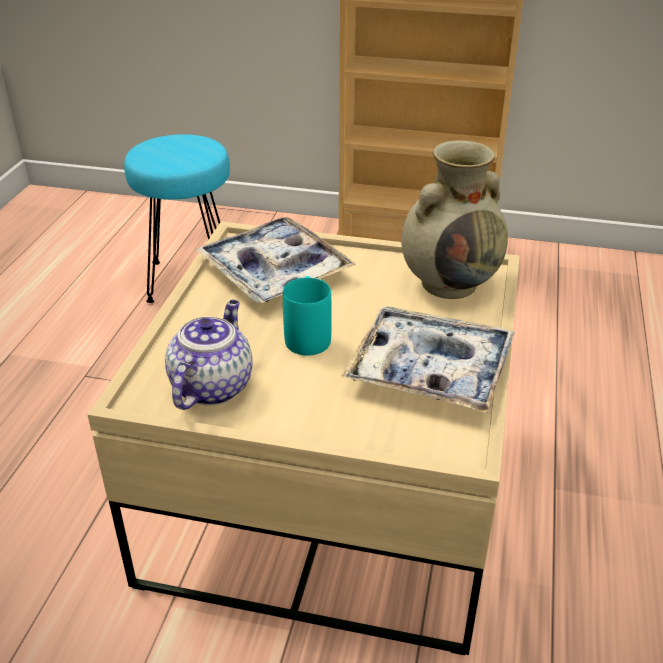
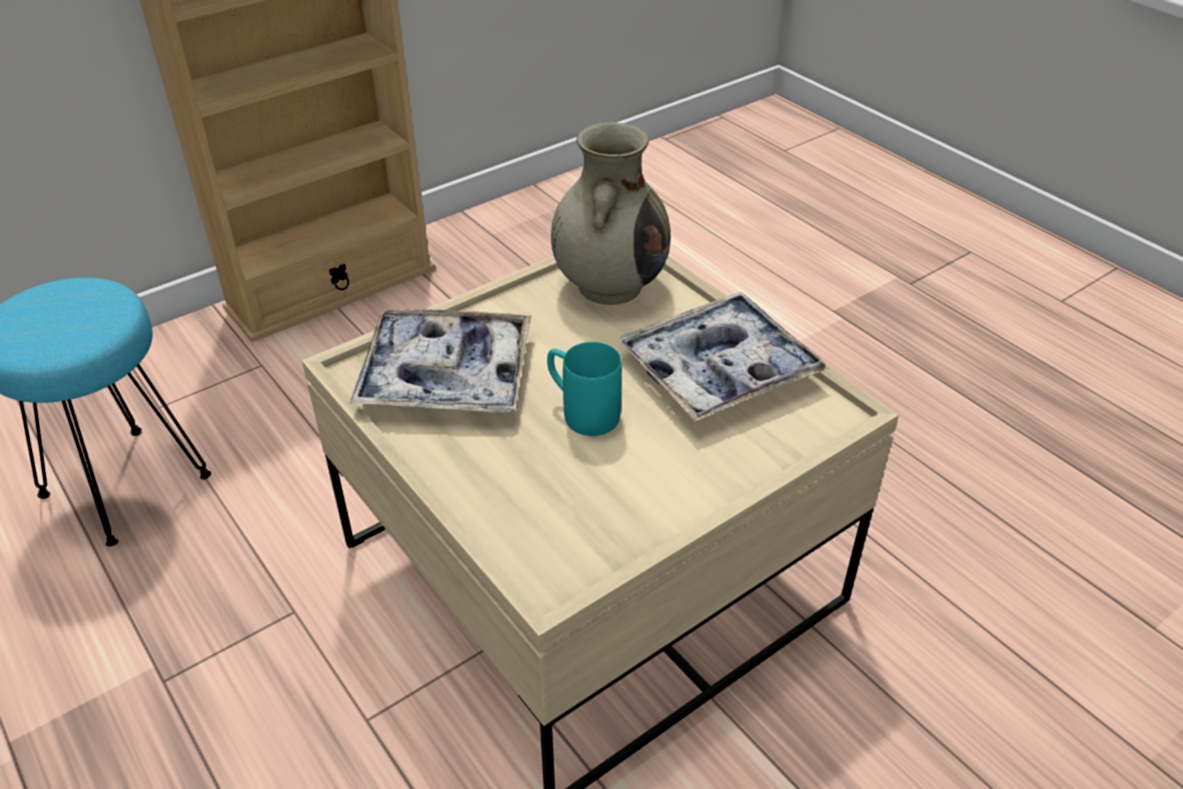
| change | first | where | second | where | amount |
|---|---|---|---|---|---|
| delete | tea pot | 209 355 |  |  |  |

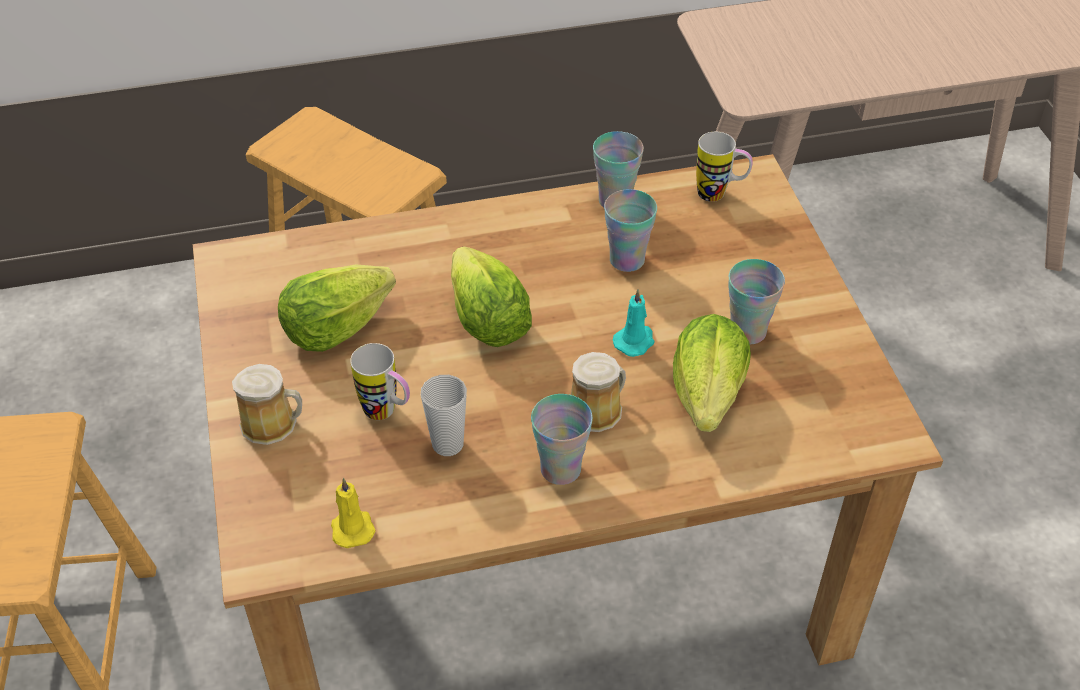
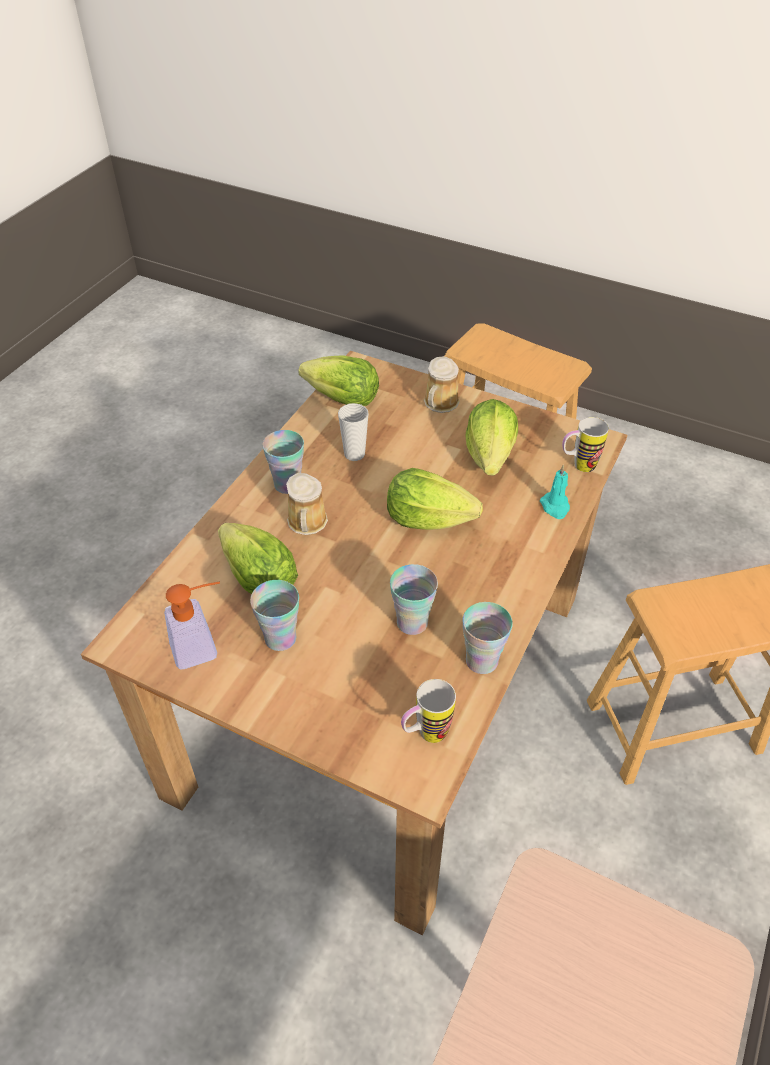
| change | first | where | second | where | amount |
|---|---|---|---|---|---|
| insert |  |  | liquid soap bottle | 192 625 |  |
| replace | wax light (yellow) | 353 513 | lettuce | 338 380 |  |
| move | wax light (blue-green) | 634 323 |  | 555 492 |  |
| move | mug | 380 381 |  | 585 444 |  |

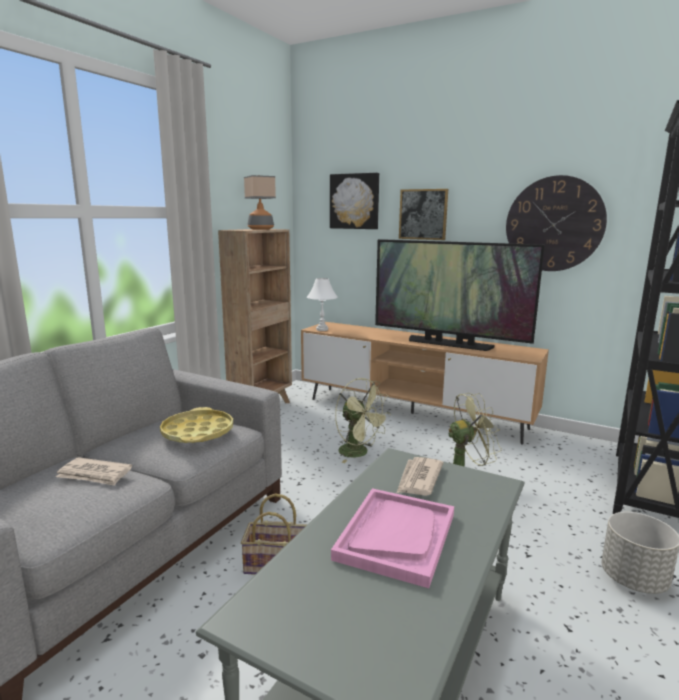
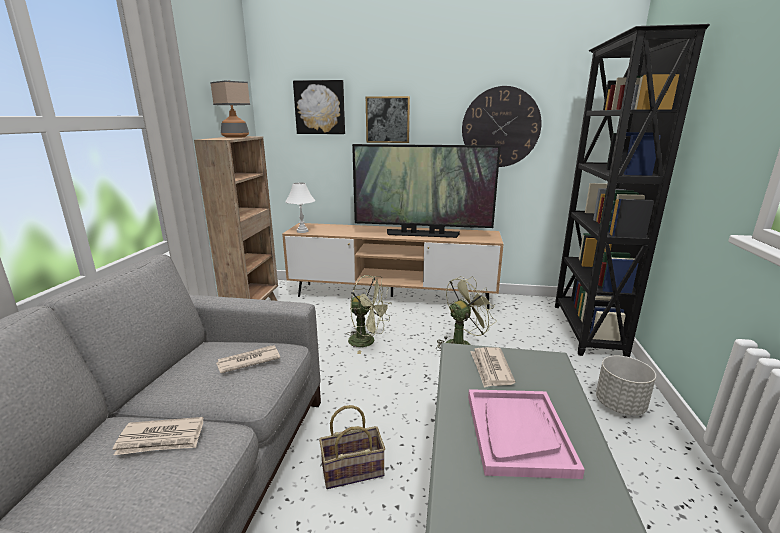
| change | first | where | second | where | amount |
|---|---|---|---|---|---|
| replace | tray (yellow) | 196 425 | daily paper | 248 359 |  |

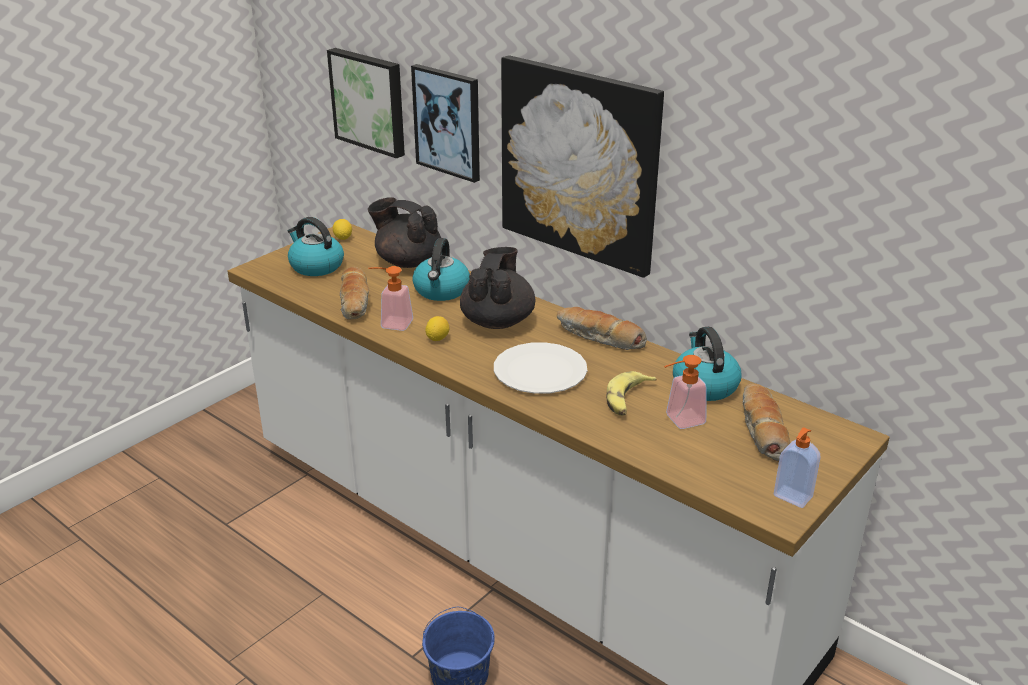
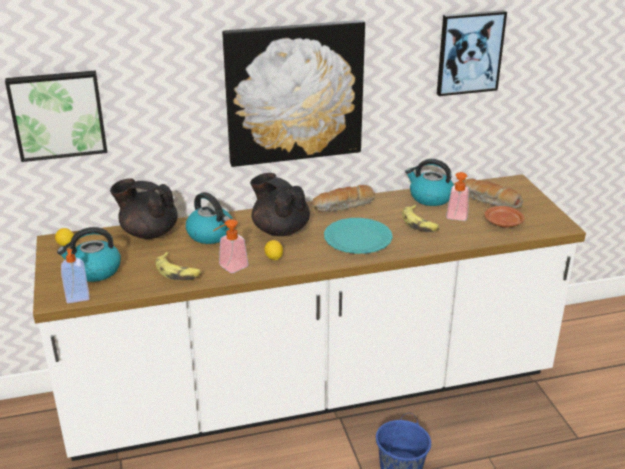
| change | first | where | second | where | amount |
|---|---|---|---|---|---|
| move | liquid soap bottle | 797 467 |  | 75 276 |  |
| rotate | tea pot (blackish) | 404 232 |  | 144 209 | 45 degrees clockwise |
| replace | bakery bread | 354 293 | banana | 178 266 |  |
| recolor | dinner plate (white-coloured) | 540 368 | dinner plate (blue-green) | 358 236 |  |
| move | picture | 445 123 |  | 472 53 |  |
| insert |  |  | dinner plate (brownish) | 504 217 |  |

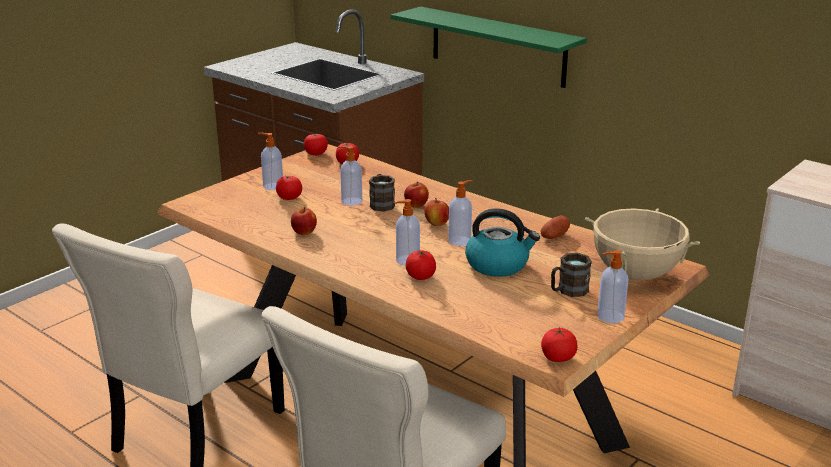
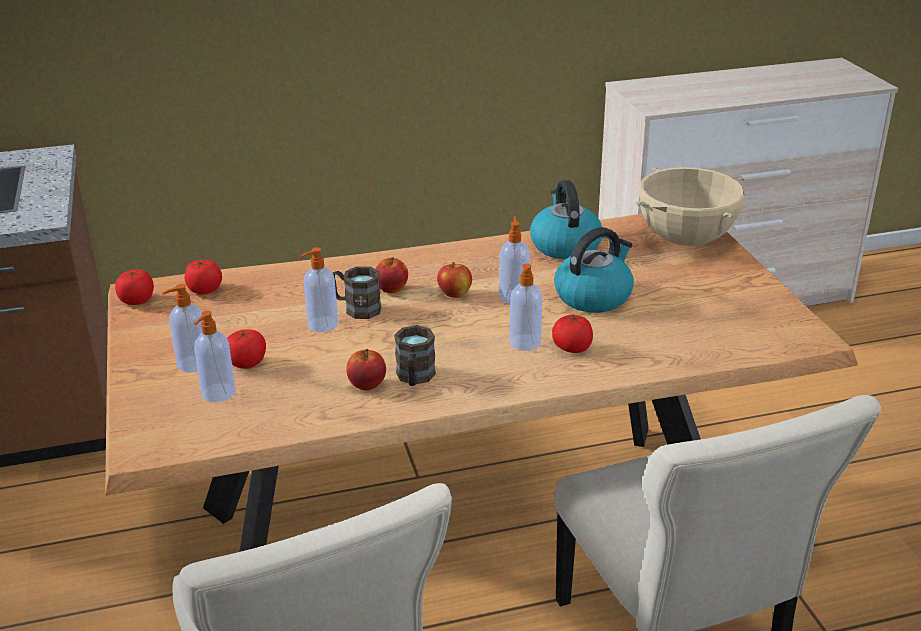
| change | first | where | second | where | amount |
|---|---|---|---|---|---|
| move | liquid soap bottle | 613 286 |  | 215 356 |  |
| move | mug (brownish) | 571 275 |  | 415 355 |  |
| replace | spud | 555 227 | kettle | 566 219 |  |
| delete | shelf (greenish) | 488 47 |  |  |  |
| delete | fresh tomato | 559 344 |  |  |  |

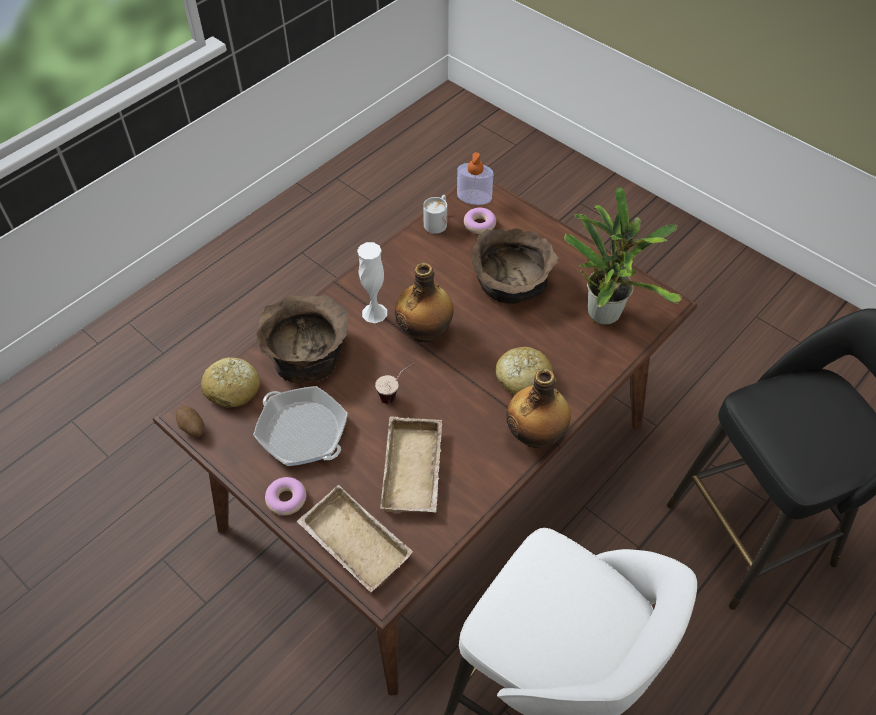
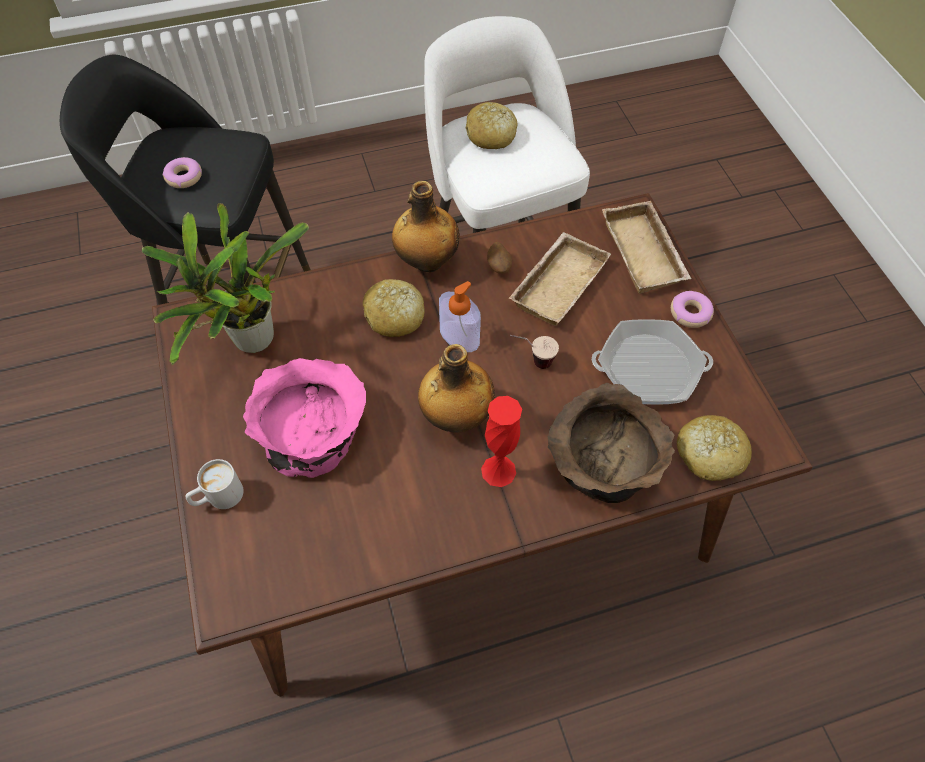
| change | first | where | second | where | amount |
|---|---|---|---|---|---|
| move | donut | 480 221 |  | 182 172 |  |
| move | mug (white-coloured) | 435 214 |  | 214 484 |  |
| recolor | serving bowl (brownish) | 515 266 | serving bowl (pink-coloured) | 304 418 |  |
| move | liquid soap bottle | 475 178 |  | 460 316 |  |
| insert |  |  | bakery bread | 491 125 |  |
| recolor | vase (white-coloured) | 372 282 | vase (reddish) | 501 441 |  |
| move | spud | 190 421 |  | 499 258 |  |
| rotate | pan | 300 426 |  | 652 362 | 75 degrees counterclockwise |

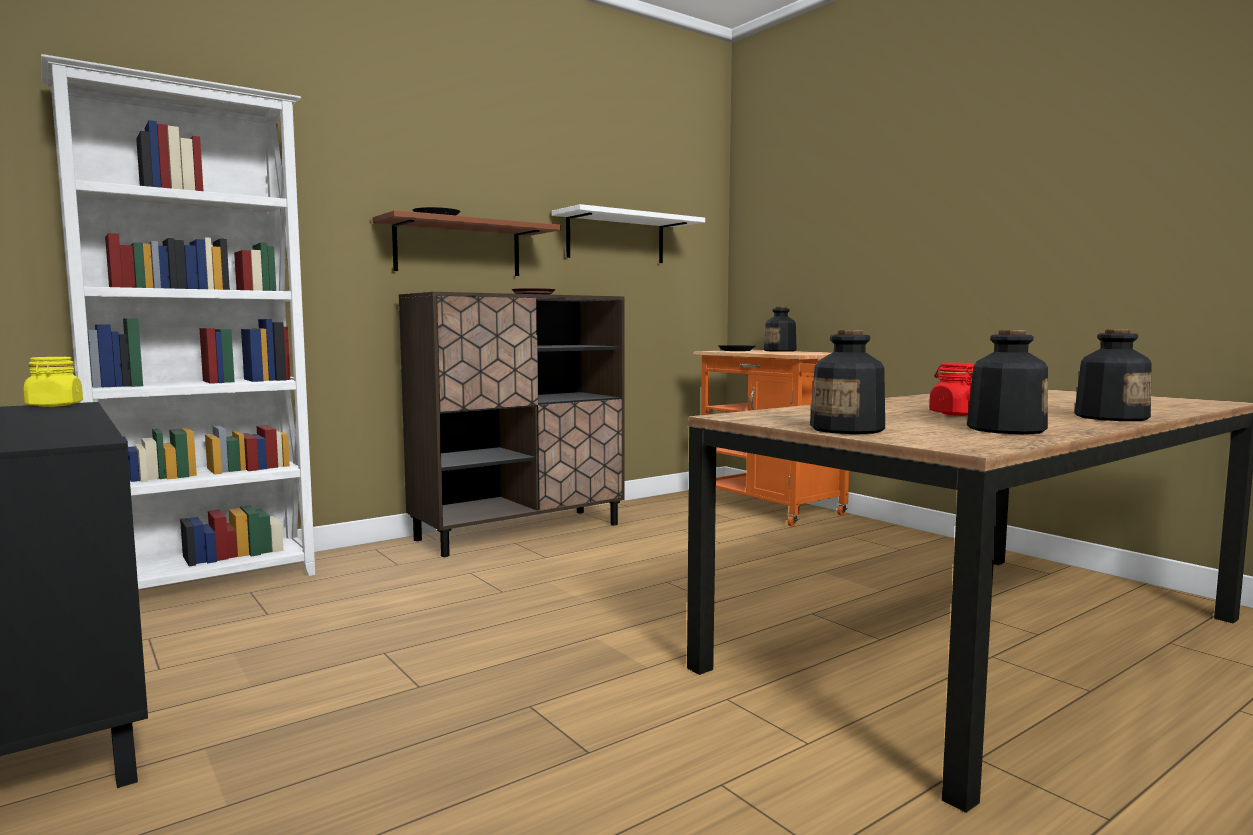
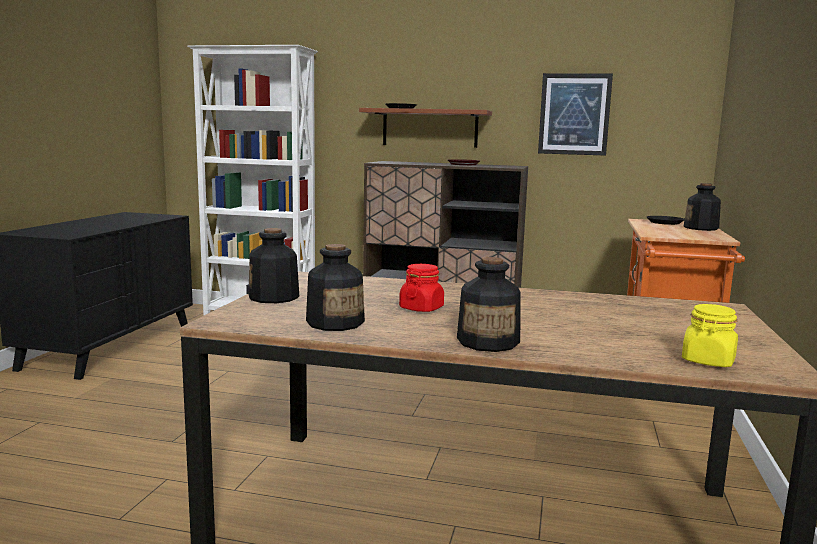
| change | first | where | second | where | amount |
|---|---|---|---|---|---|
| replace | shelf (white-coloured) | 628 233 | picture | 575 114 |  |
| move | storage jar (yellow) | 53 382 |  | 710 335 |  |

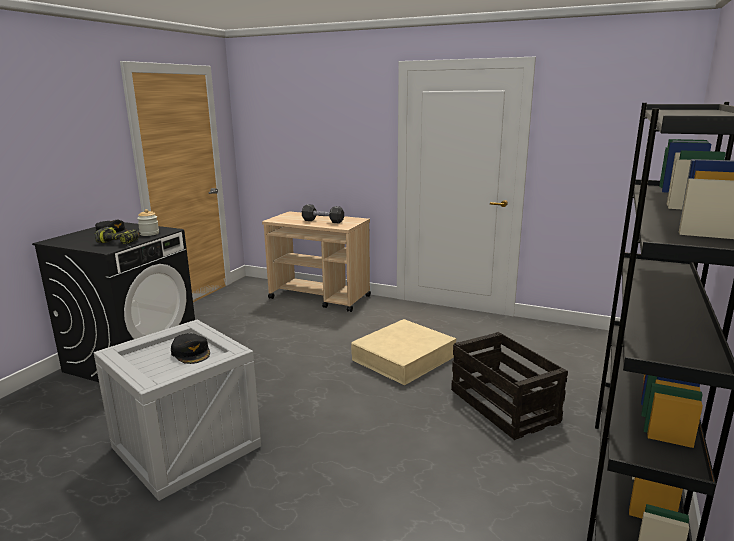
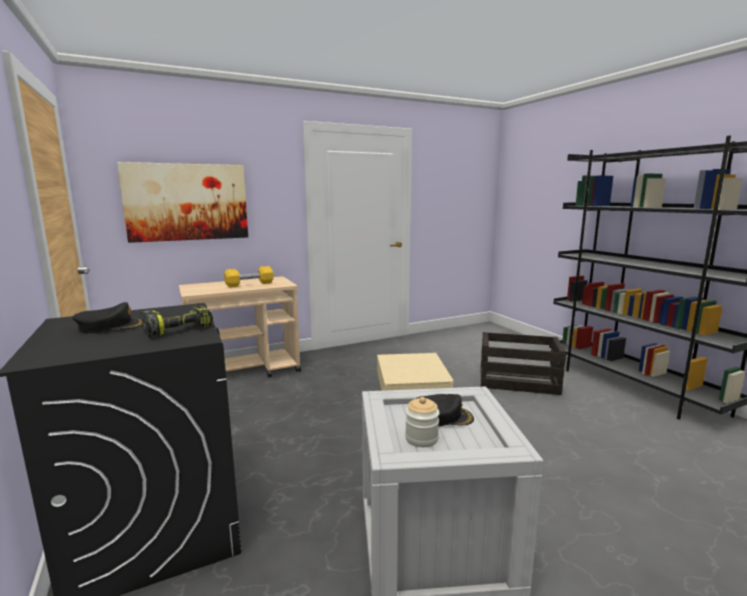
| change | first | where | second | where | amount |
|---|---|---|---|---|---|
| insert |  |  | picture | 182 202 |  |
| recolor | free weight (blackish) | 323 213 | free weight (yellow) | 249 277 |  |
| move | storage jar | 148 222 |  | 422 422 |  |

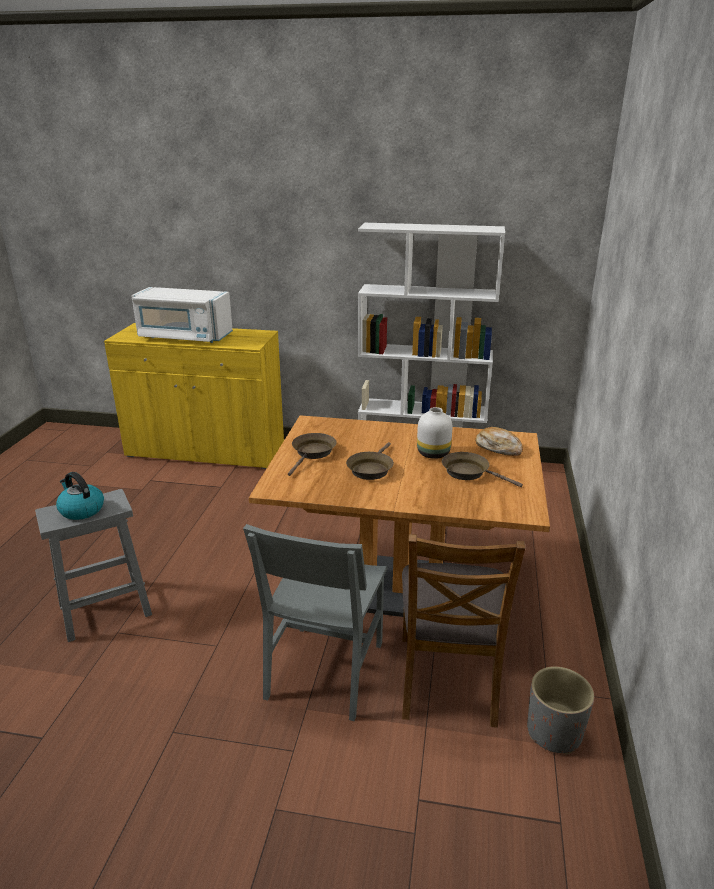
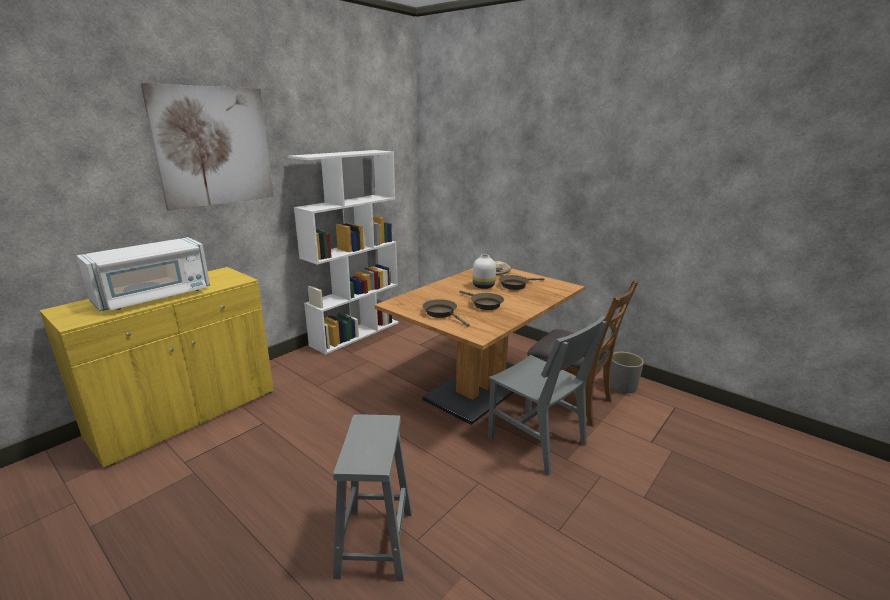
| change | first | where | second | where | amount |
|---|---|---|---|---|---|
| insert |  |  | picture | 207 147 |  |
| delete | kettle | 80 496 |  |  |  |

